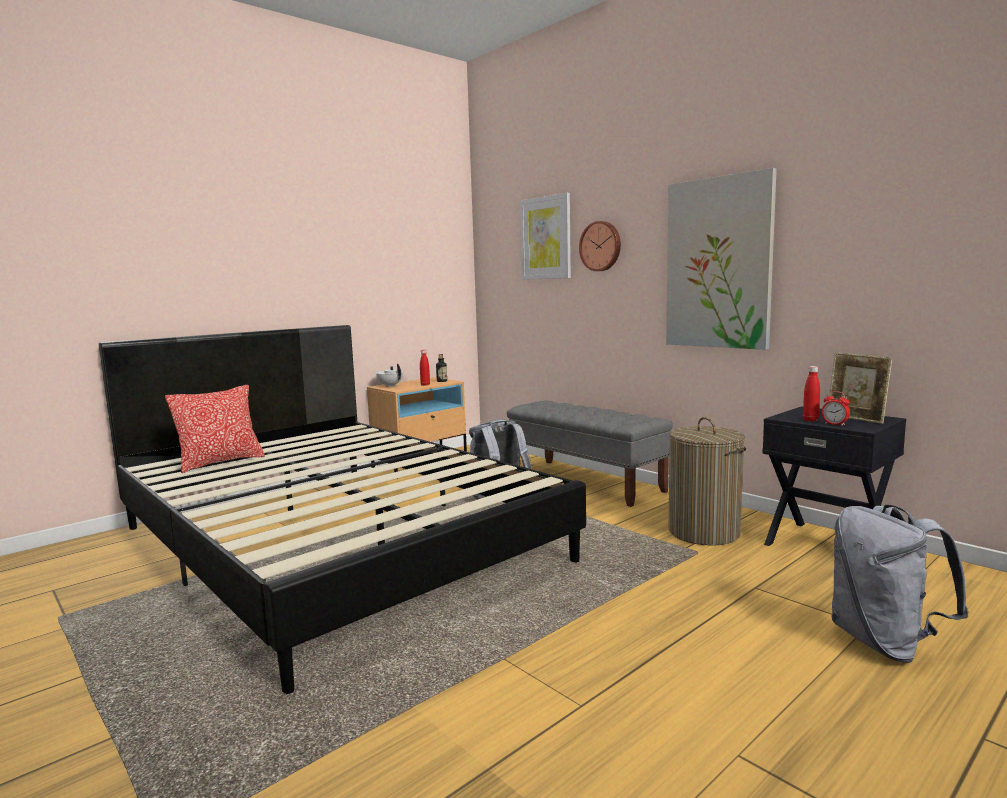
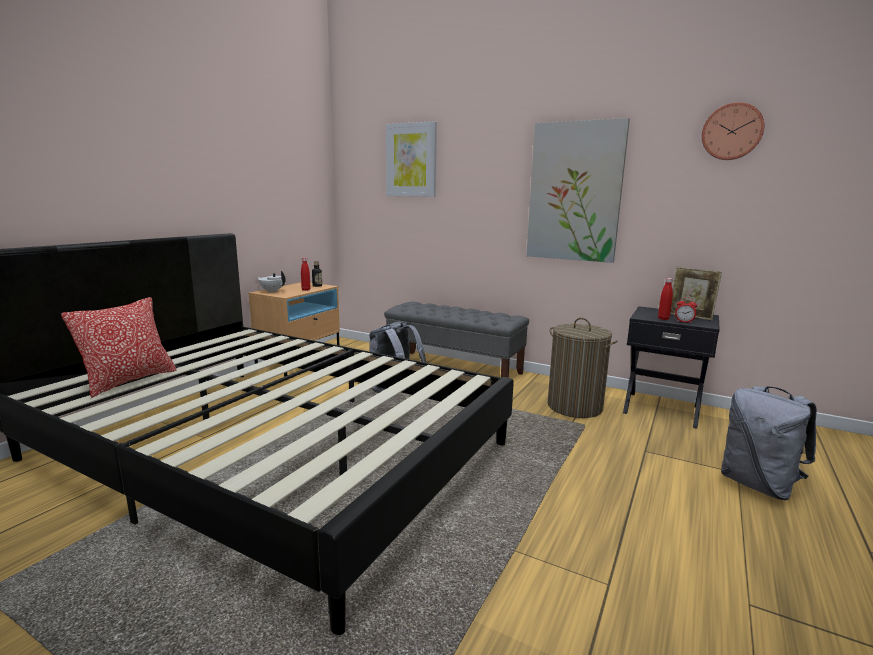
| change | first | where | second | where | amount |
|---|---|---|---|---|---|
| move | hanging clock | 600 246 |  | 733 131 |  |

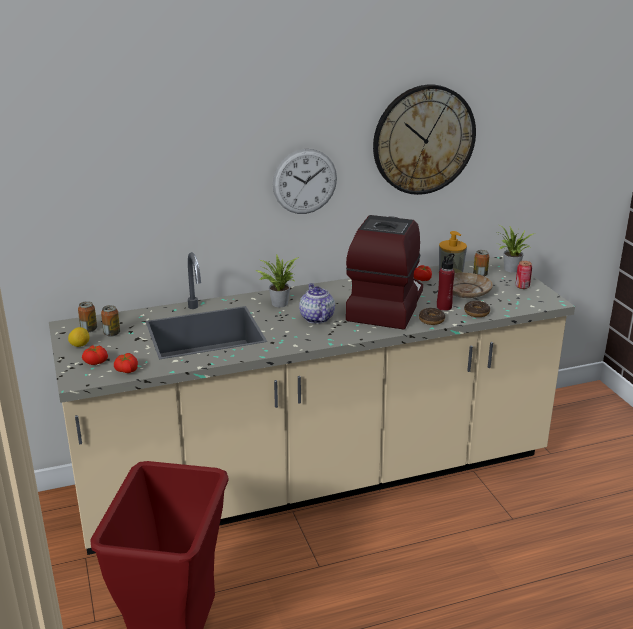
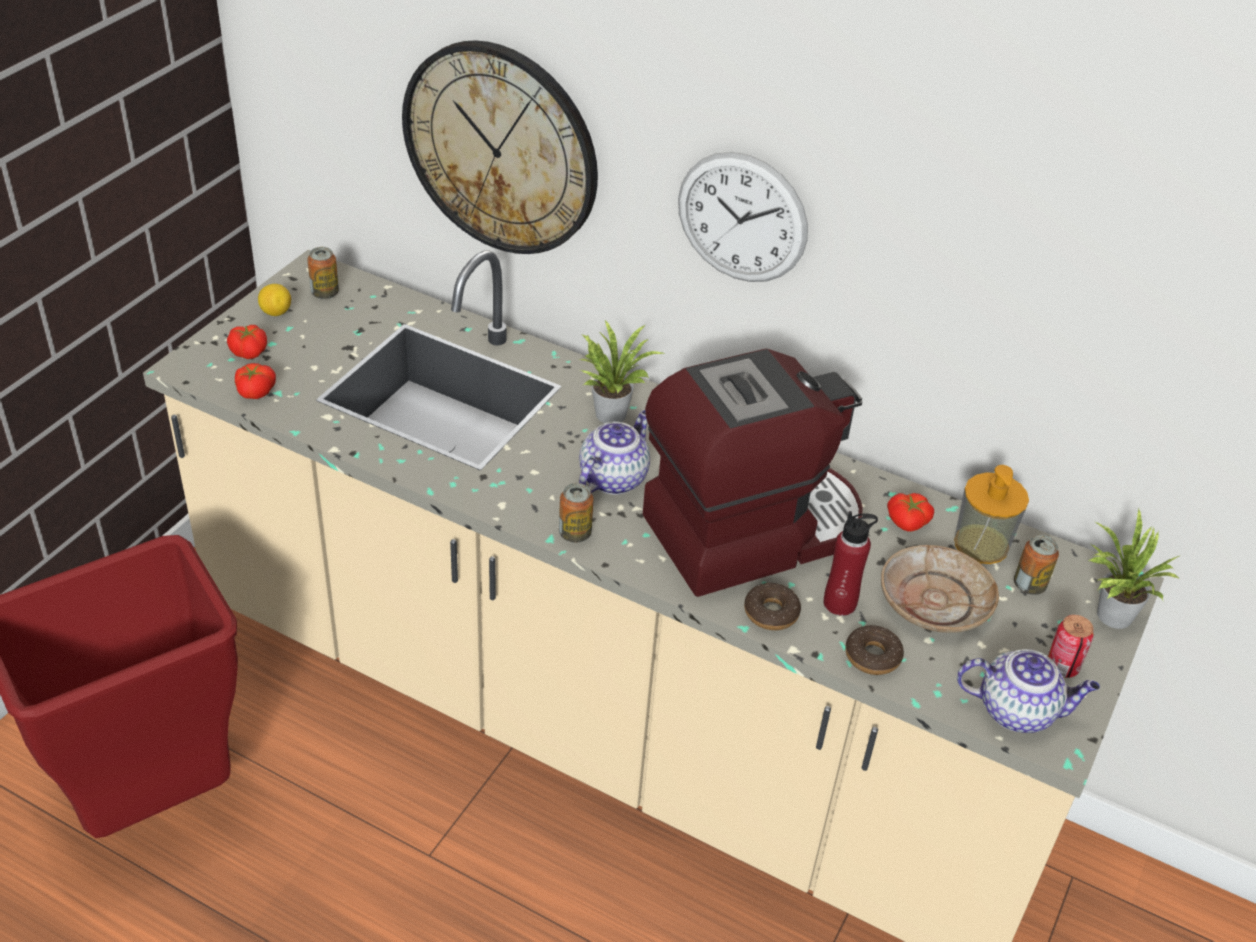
| change | first | where | second | where | amount |
|---|---|---|---|---|---|
| move | hanging clock | 424 140 |  | 500 147 |  |
| move | sealed can | 110 321 |  | 576 513 |  |
| insert |  |  | tea pot | 1028 691 |  |

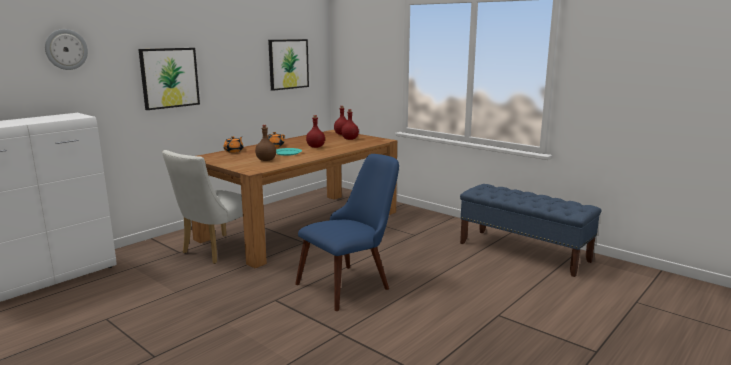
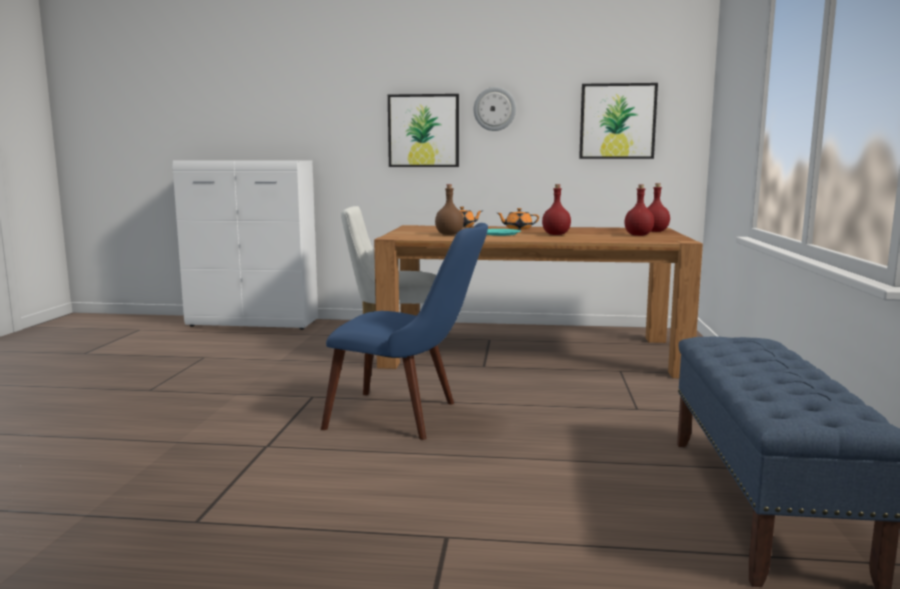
| change | first | where | second | where | amount |
|---|---|---|---|---|---|
| move | hanging clock | 66 49 |  | 495 109 |  |

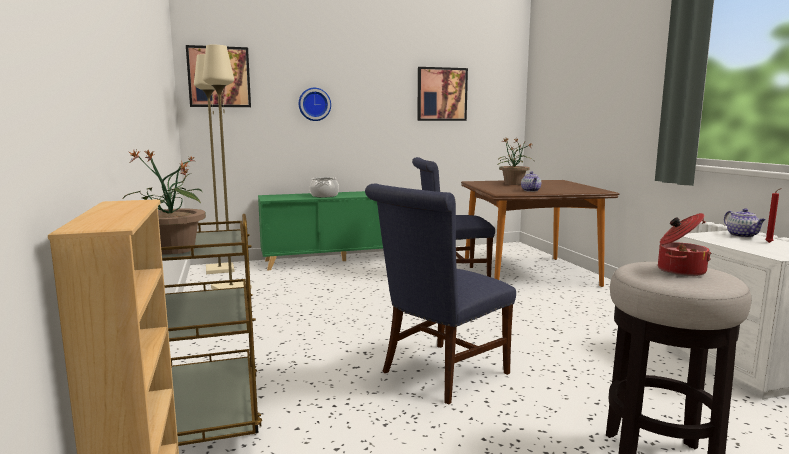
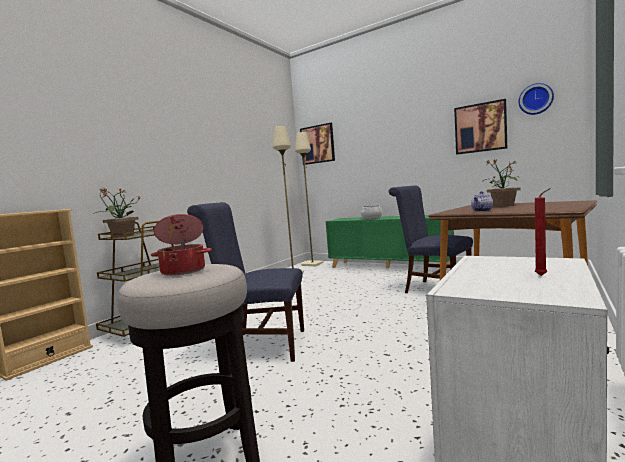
| change | first | where | second | where | amount |
|---|---|---|---|---|---|
| move | hanging clock | 315 104 |  | 536 99 |  |
| delete | tea pot | 745 223 |  |  |  |

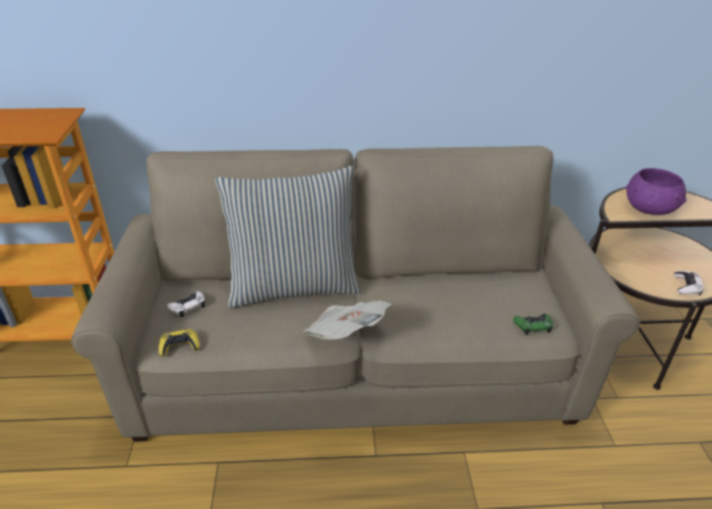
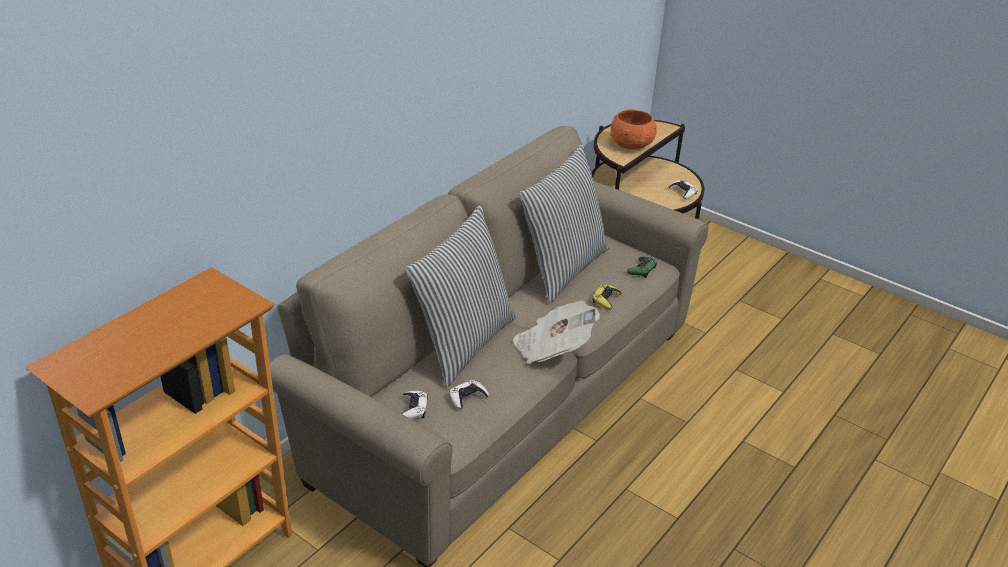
| change | first | where | second | where | amount |
|---|---|---|---|---|---|
| insert |  |  | gamepad (white-coloured) | 469 395 |  |
| insert |  |  | cushion | 564 223 |  |
| move | gamepad (yellow) | 179 343 |  | 607 297 |  |
| recolor | serving bowl (purple) | 656 191 | serving bowl (orange) | 633 130 |  |

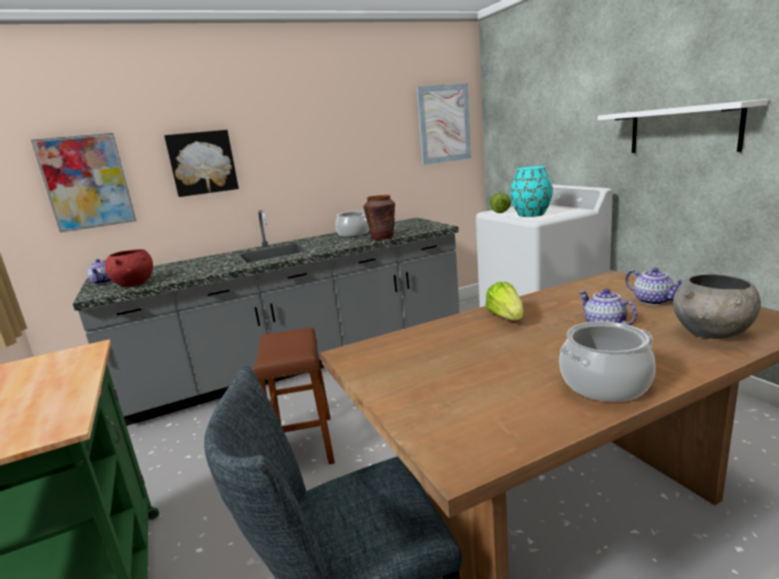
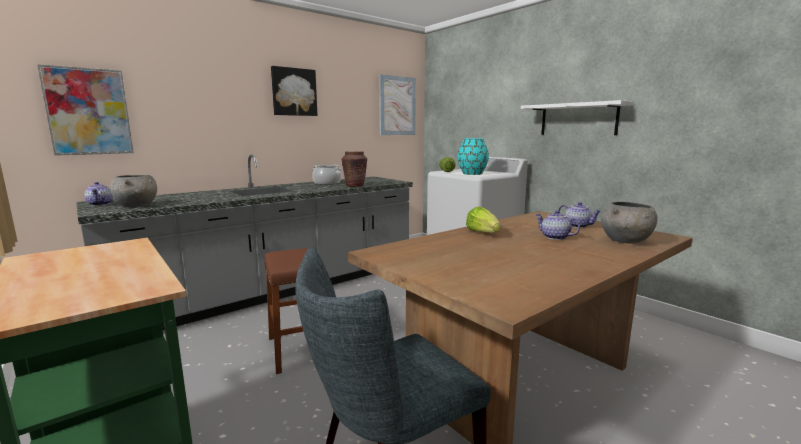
| change | first | where | second | where | amount |
|---|---|---|---|---|---|
| recolor | serving bowl (reddish) | 129 268 | serving bowl (grey) | 133 191 |  |
| move | picture | 201 163 |  | 294 91 |  |
| delete | stockpot | 607 361 |  |  |  |

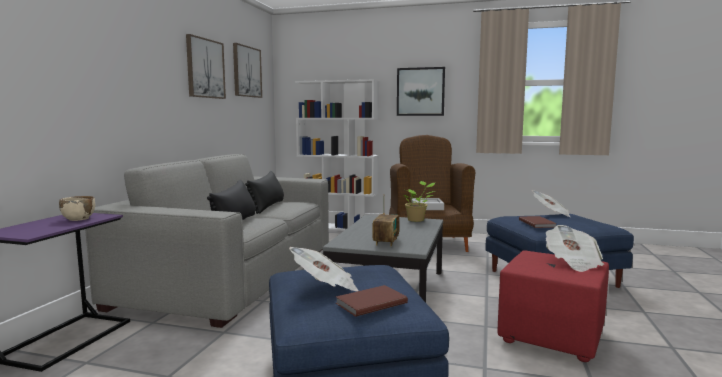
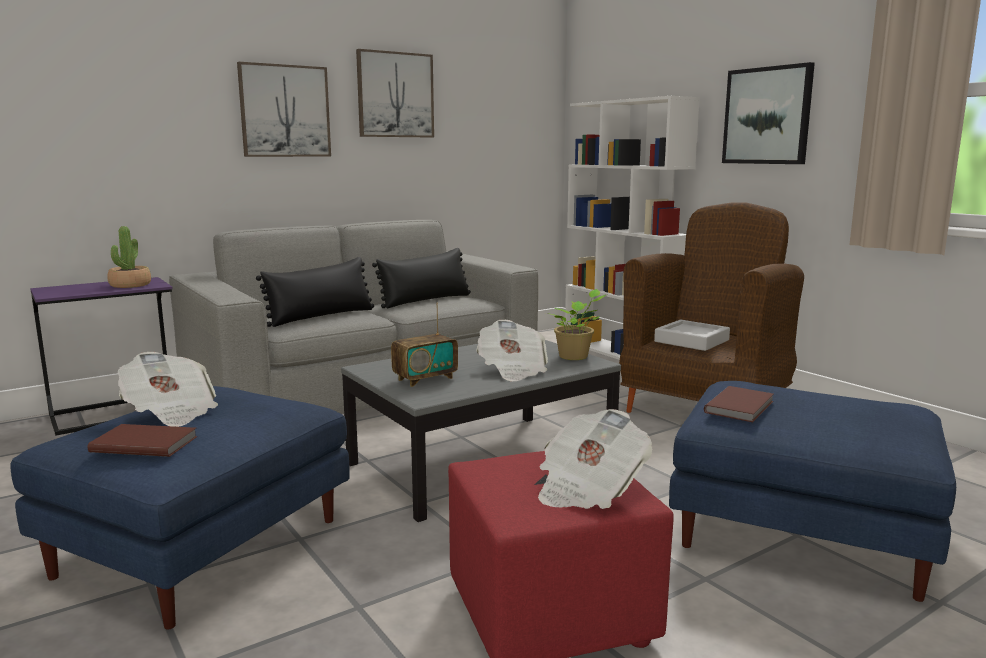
| change | first | where | second | where | amount |
|---|---|---|---|---|---|
| replace | serving bowl (beige) | 77 208 | houseplant | 129 257 |  |
| move | picture | 247 70 |  | 284 109 |  |
| move | daily paper | 551 203 |  | 512 351 |  |

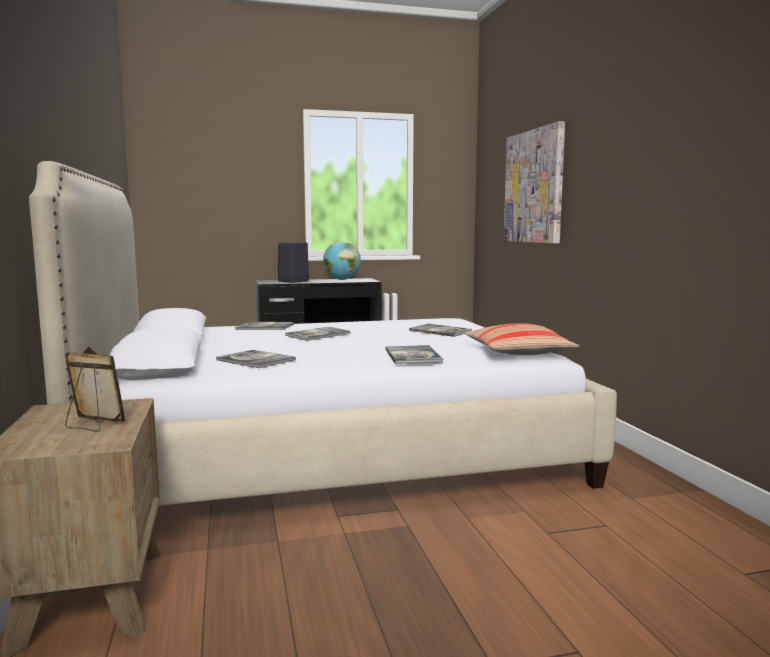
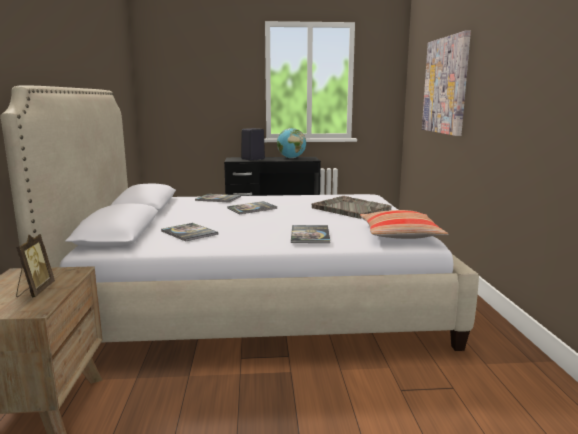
| change | first | where | second | where | amount |
|---|---|---|---|---|---|
| rotate | picture frame | 95 388 |  | 35 266 | 60 degrees clockwise |
| replace | book | 440 330 | tray (grey) | 351 207 |  |

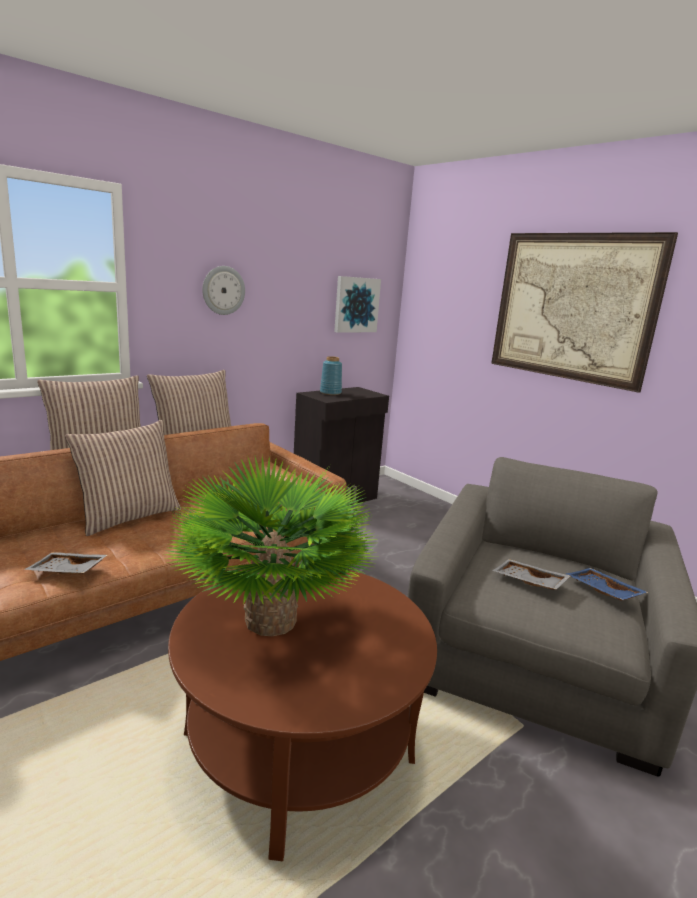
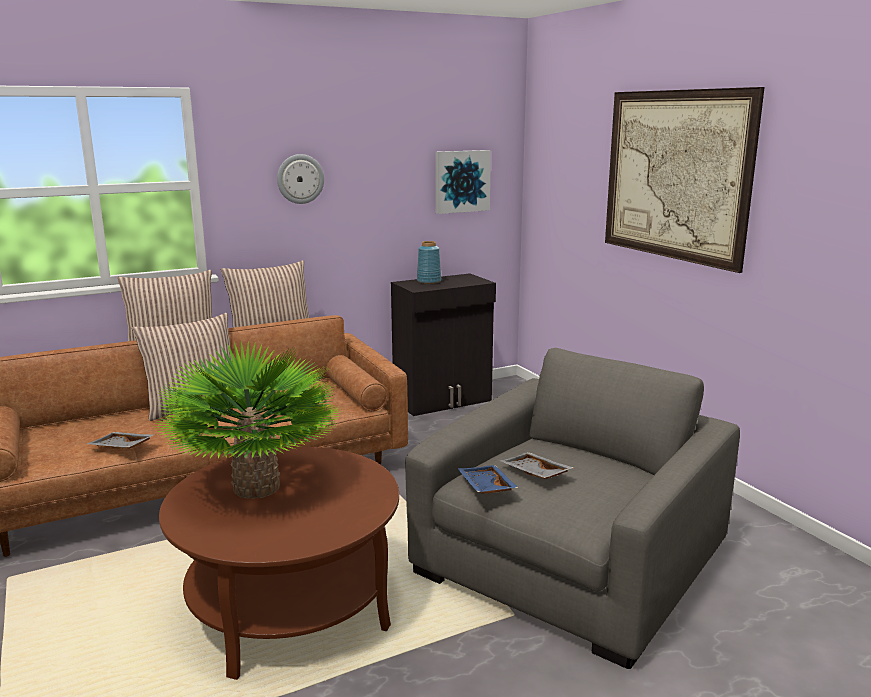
| change | first | where | second | where | amount |
|---|---|---|---|---|---|
| move | tray (blue-coloured) | 606 584 |  | 488 479 |  |

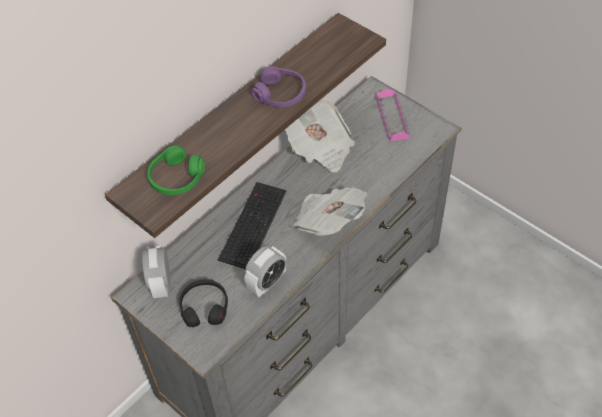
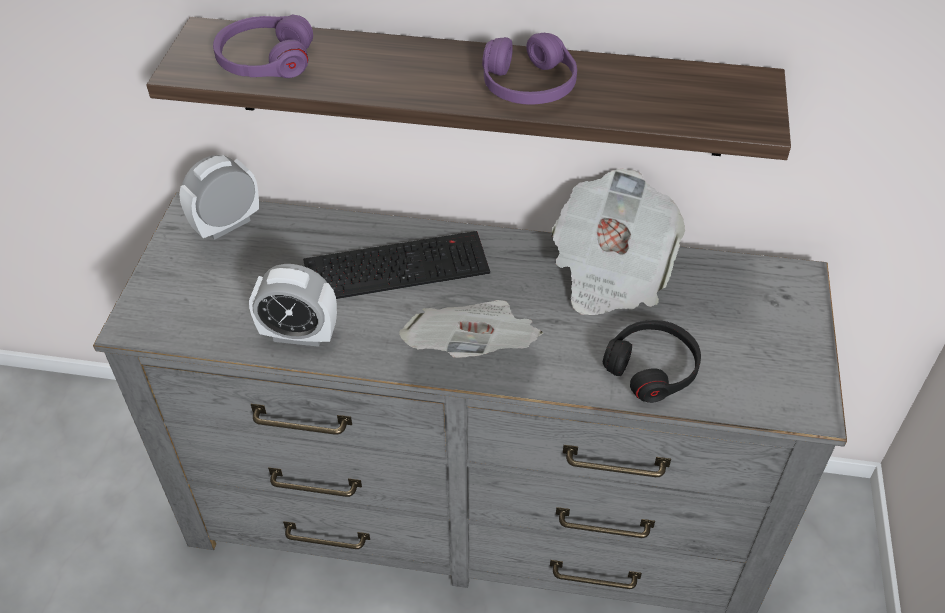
| change | first | where | second | where | amount |
|---|---|---|---|---|---|
| recolor | headphones (greenish) | 176 170 | headphones (purple) | 263 46 |  |
| move | headphones (blackish) | 203 303 |  | 652 361 |  |
| delete | tray (pink-coloured) | 392 115 |  |  |  |

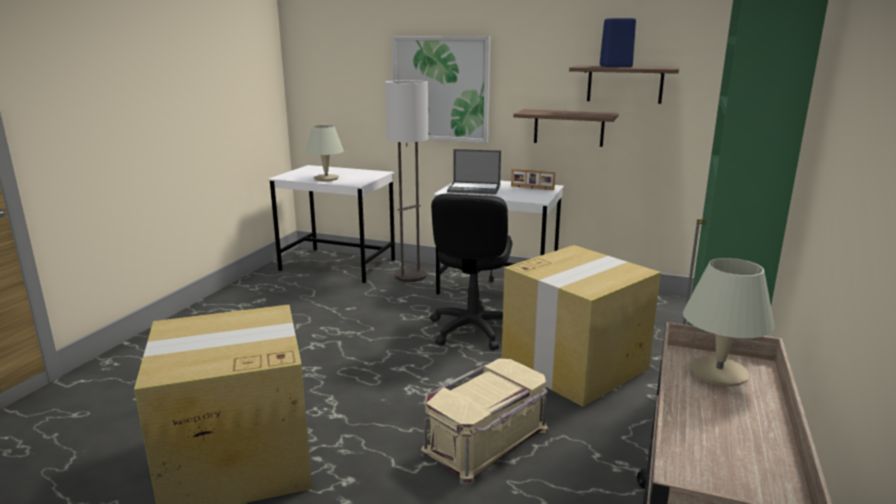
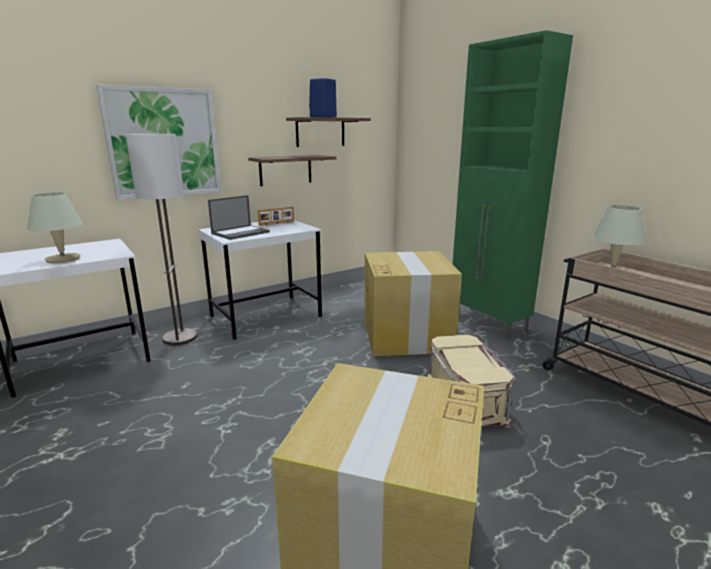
| change | first | where | second | where | amount |
|---|---|---|---|---|---|
| delete | office chair (blackish) | 471 271 |  |  |  |

